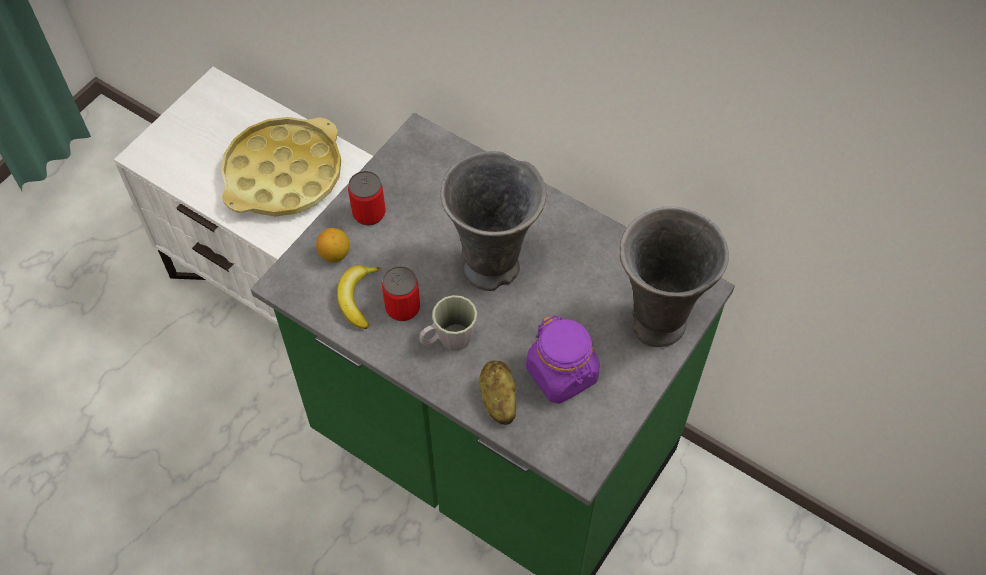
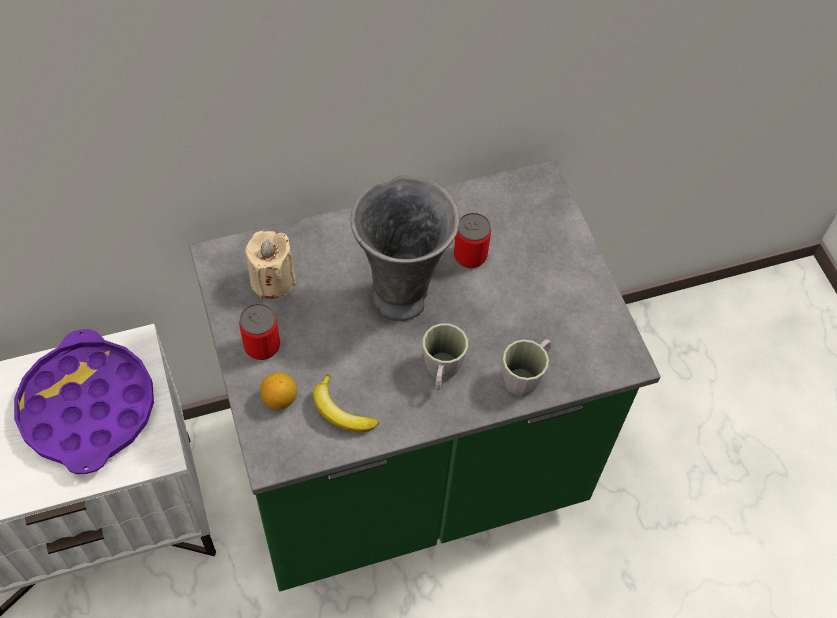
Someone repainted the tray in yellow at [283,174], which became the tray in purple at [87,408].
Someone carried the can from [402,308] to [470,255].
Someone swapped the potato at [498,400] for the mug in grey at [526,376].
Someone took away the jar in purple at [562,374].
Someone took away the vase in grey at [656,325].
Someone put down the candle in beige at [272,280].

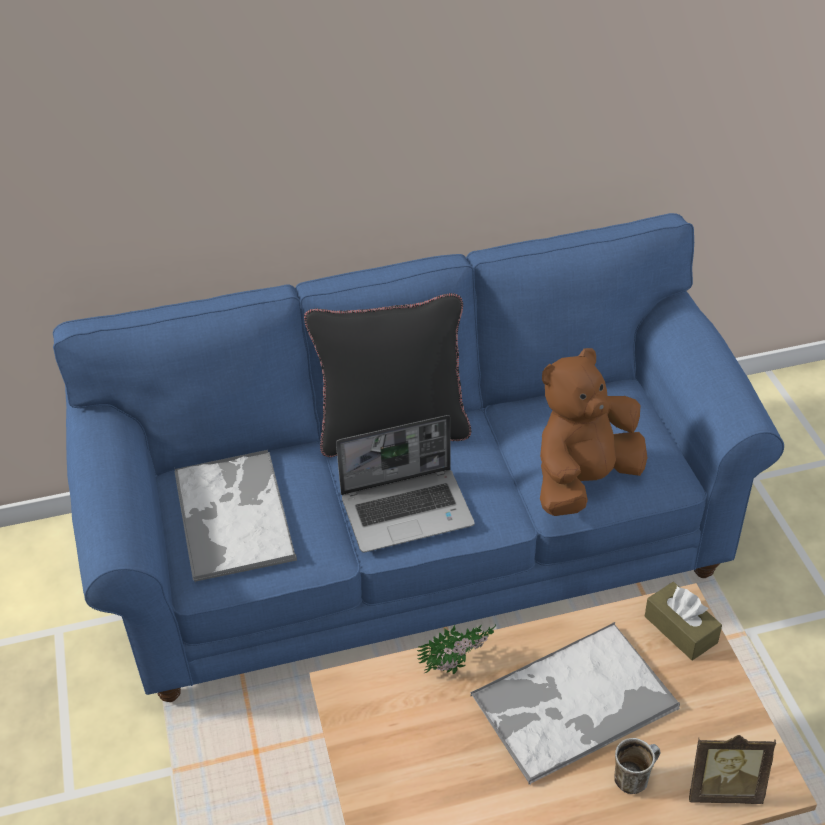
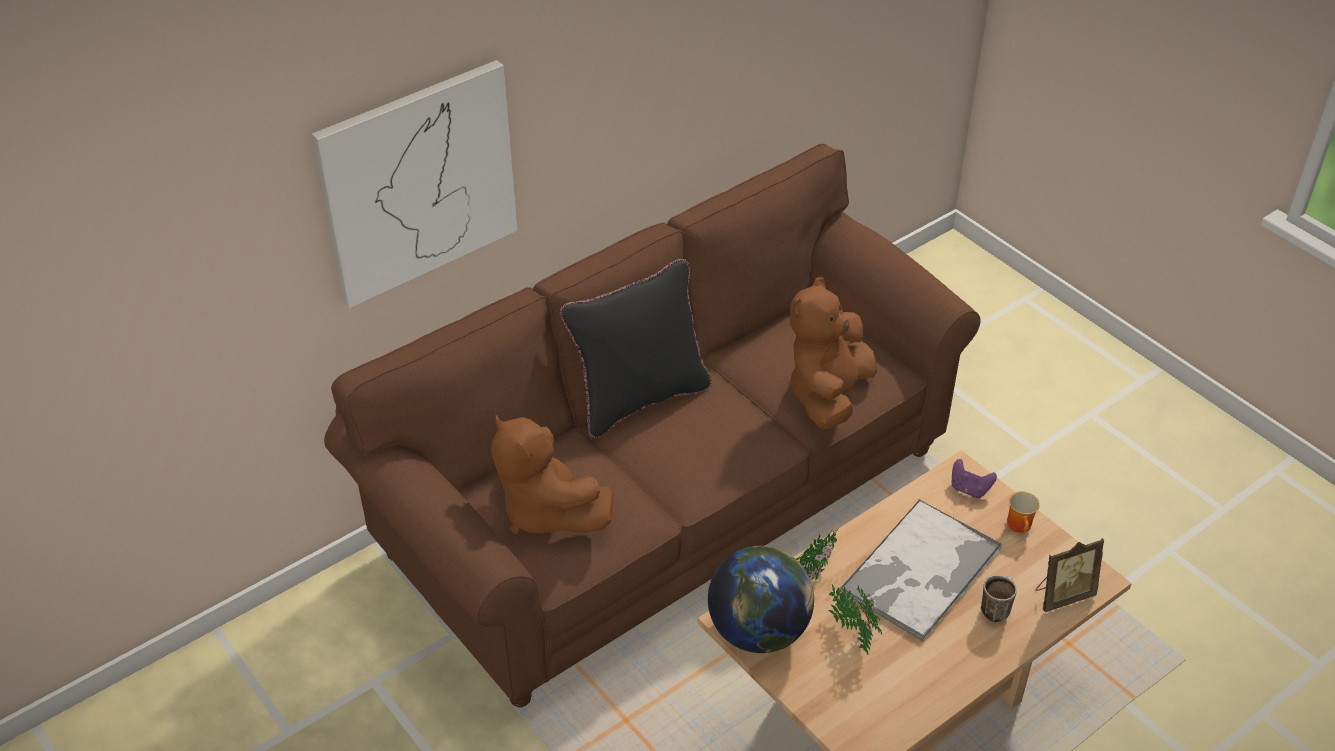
Someone repainted the sofa in blue at [418,547], which became the sofa in brown at [667,504].
Someone swapped the tray at [233,514] for the plush toy in brown at [545,511].
Someone took away the laptop at [408,510].
Someone swapped the tissue box in brown at [680,629] for the game controller in purple at [969,489].
Someone put up the picture at [418,182].
Someone put down the globe at [759,631].
Someone put down the potted plant at [852,632].
Someone put down the mug at [1021,526].

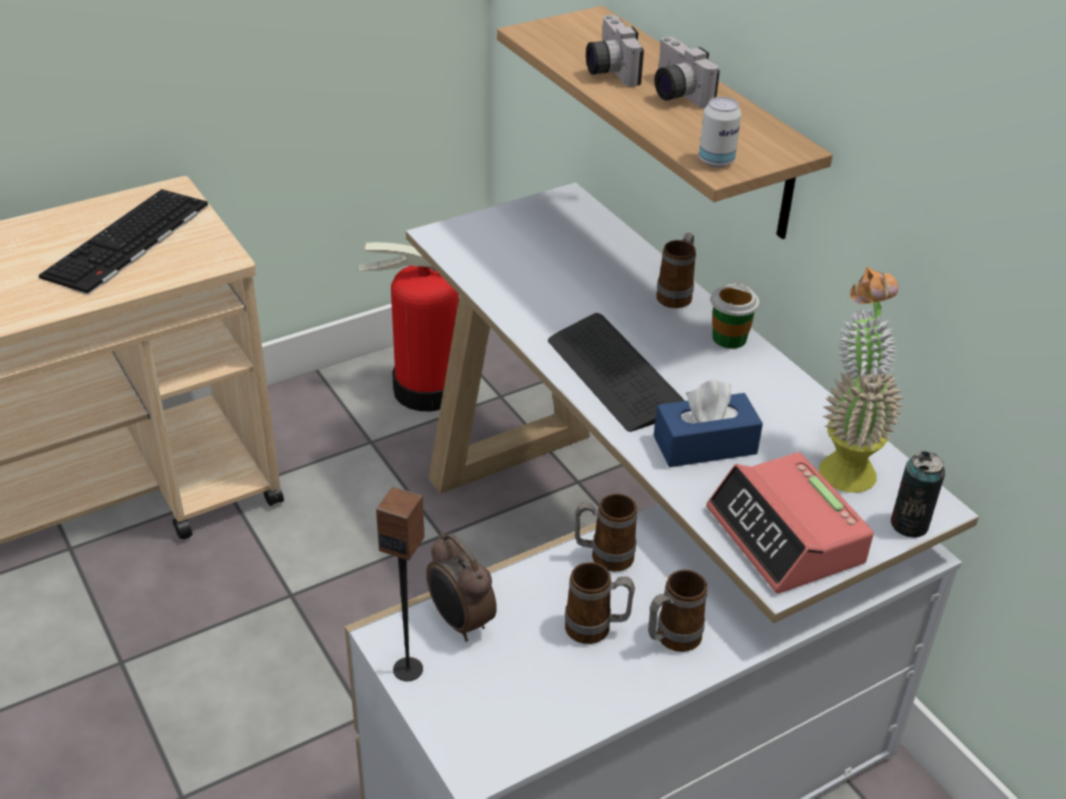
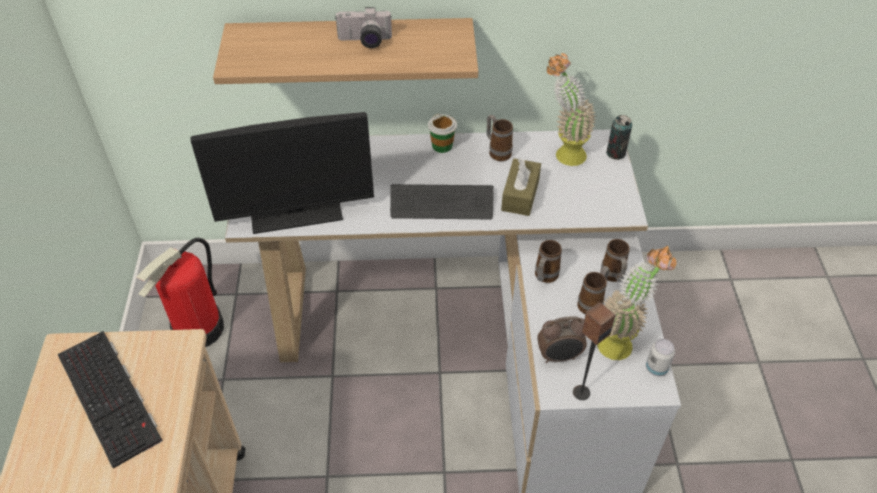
Someone took away the photo camera at [607,70].
Someone repainted the tissue box in blue at [705,445], which became the tissue box in brown at [520,195].
Someone carried the mug from [677,295] to [497,151].
Someone carried the can from [716,161] to [656,368].
Someone took away the alarm clock at [786,536].
Someone put down the monitor at [296,212].
Someone put down the potted plant at [622,341].

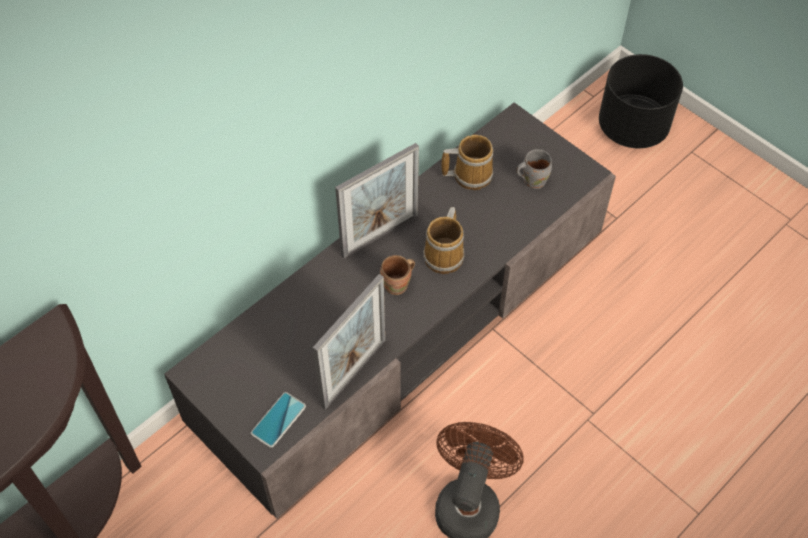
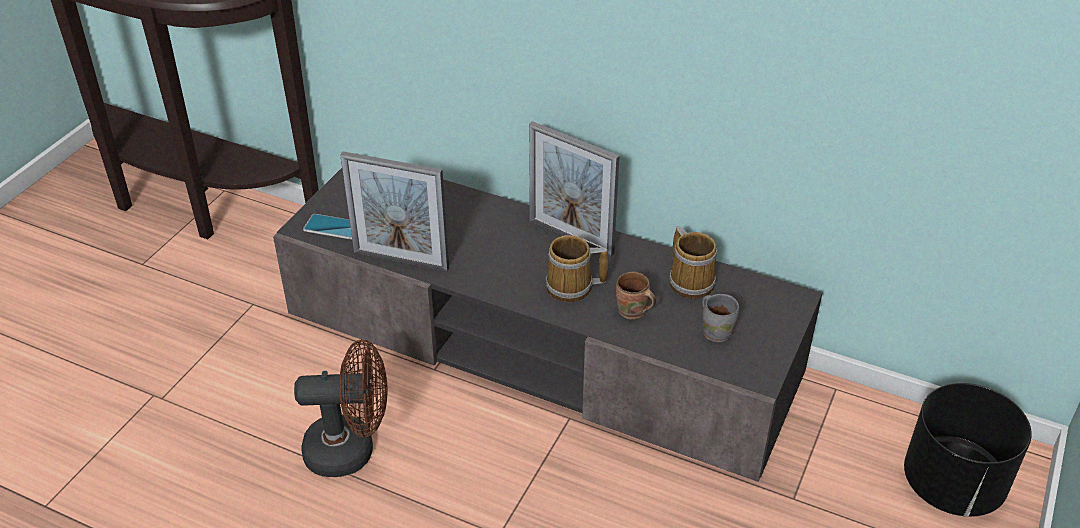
Someone carried the mug in brown from [398,285] to [632,313].

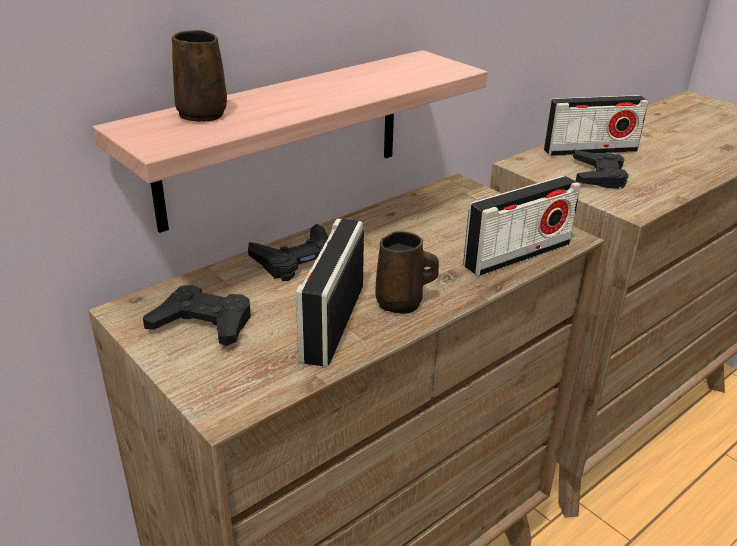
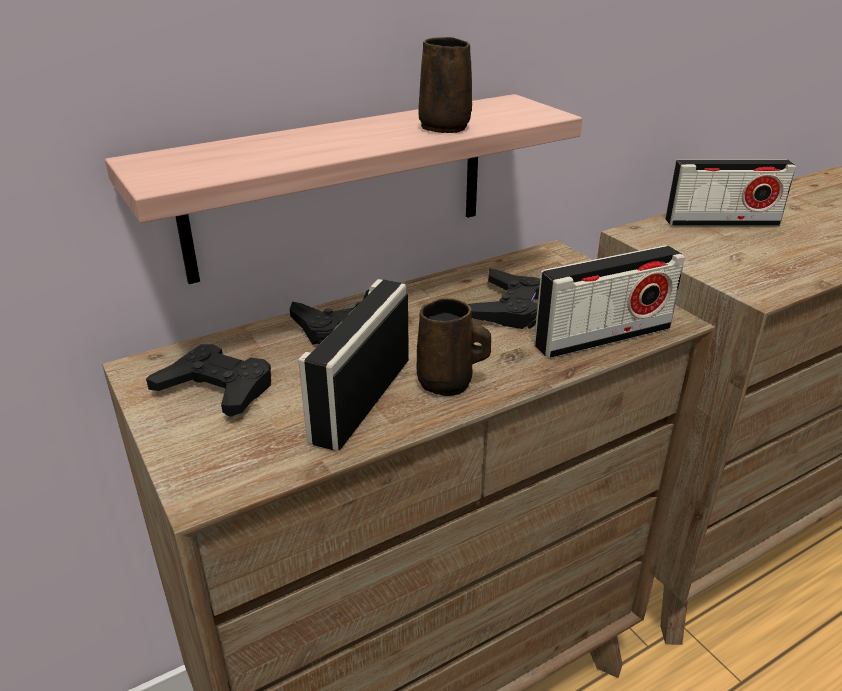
Someone carried the mug in brown from [201,113] to [443,126].
Someone carried the game controller in black from [598,176] to [509,307].

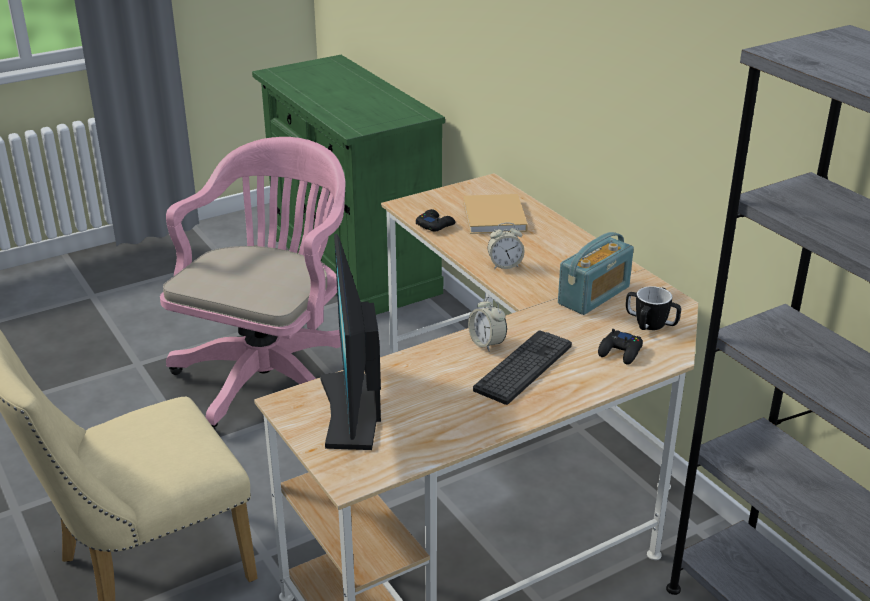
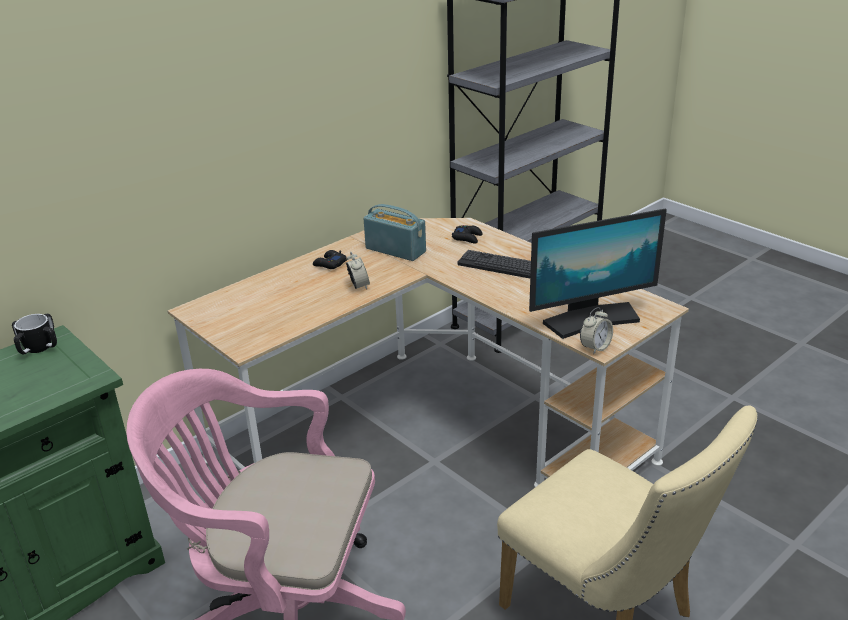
Someone carried the game controller in black from [435,225] to [329,264].
Someone took away the book in beige at [494,218].
Someone carried the alarm clock from [487,343] to [595,347].
Someone carried the mug from [651,324] to [39,347].

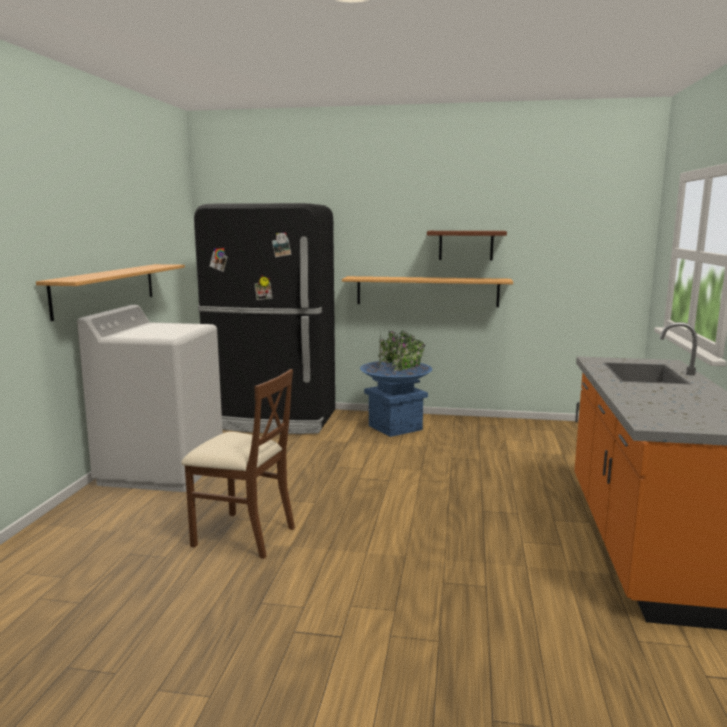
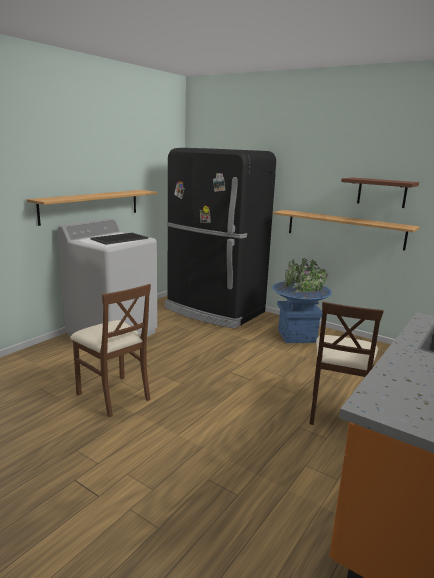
Someone put down the tray at [119,239].
Someone put down the chair in beige at [337,412].

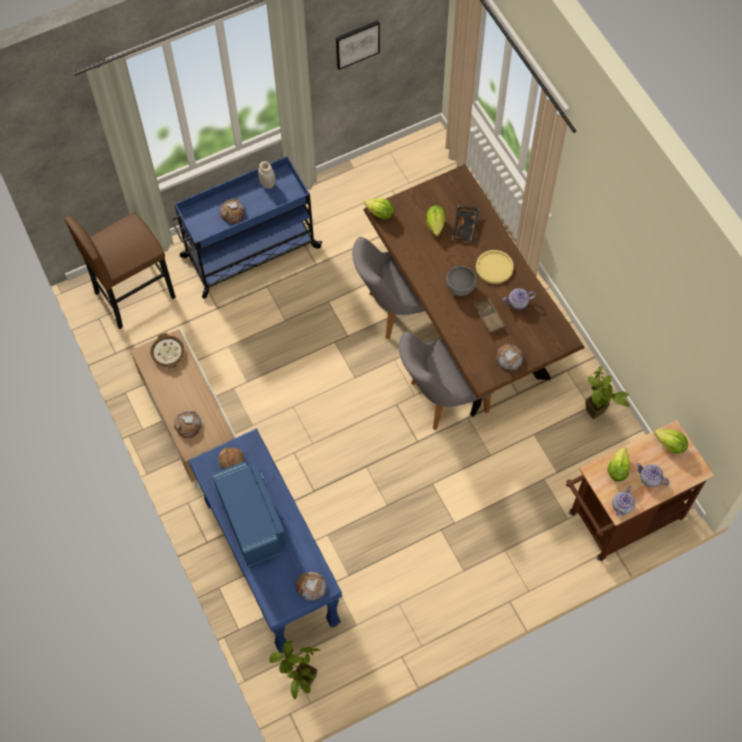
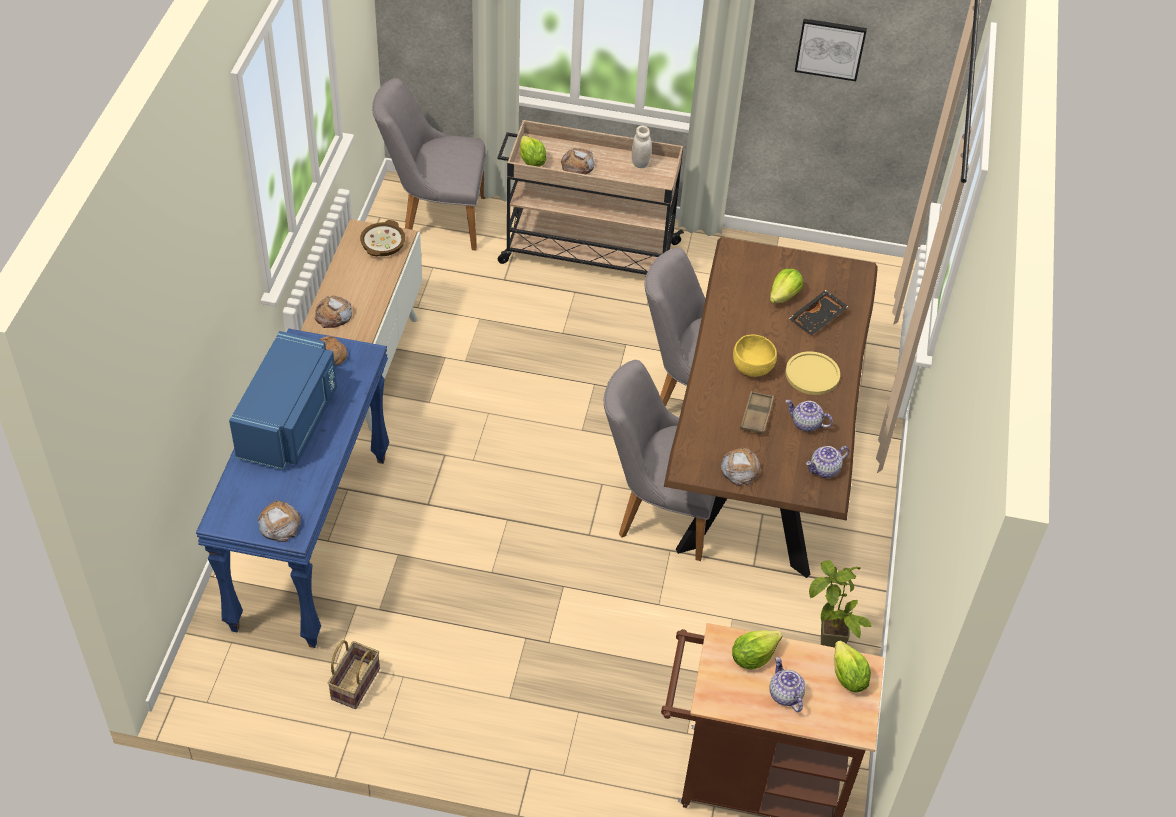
Someone swapped the stool in brown at [134,294] for the chair in grey at [435,218].
Someone repainted the cart in blue at [249,252], which became the cart in beige at [587,252].
Someone took away the potted plant at [300,684].
Someone carried the lettuce from [380,214] to [531,161].
Someone repainted the bowl in grey at [460,288], which became the bowl in yellow at [751,369].
Someone carried the teapot from [622,506] to [824,470].
Someone put down the basket at [355,682].

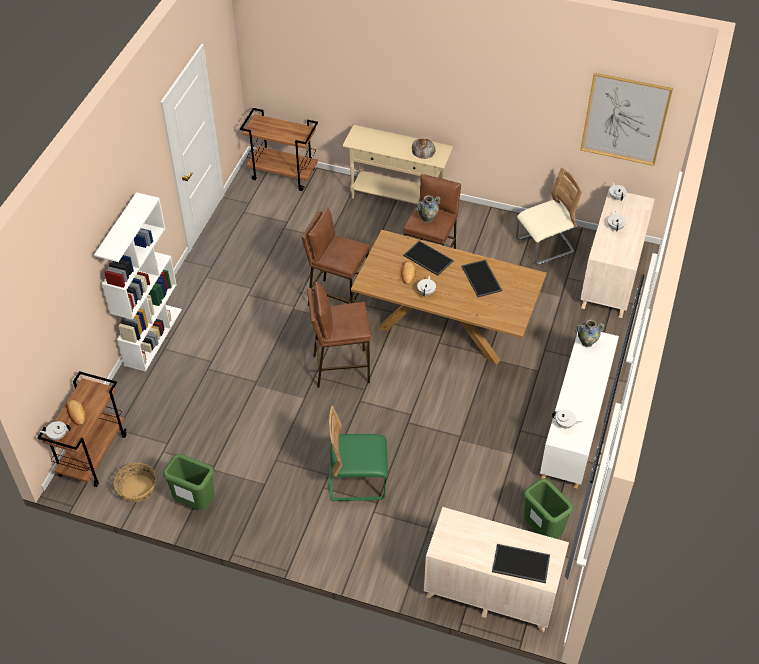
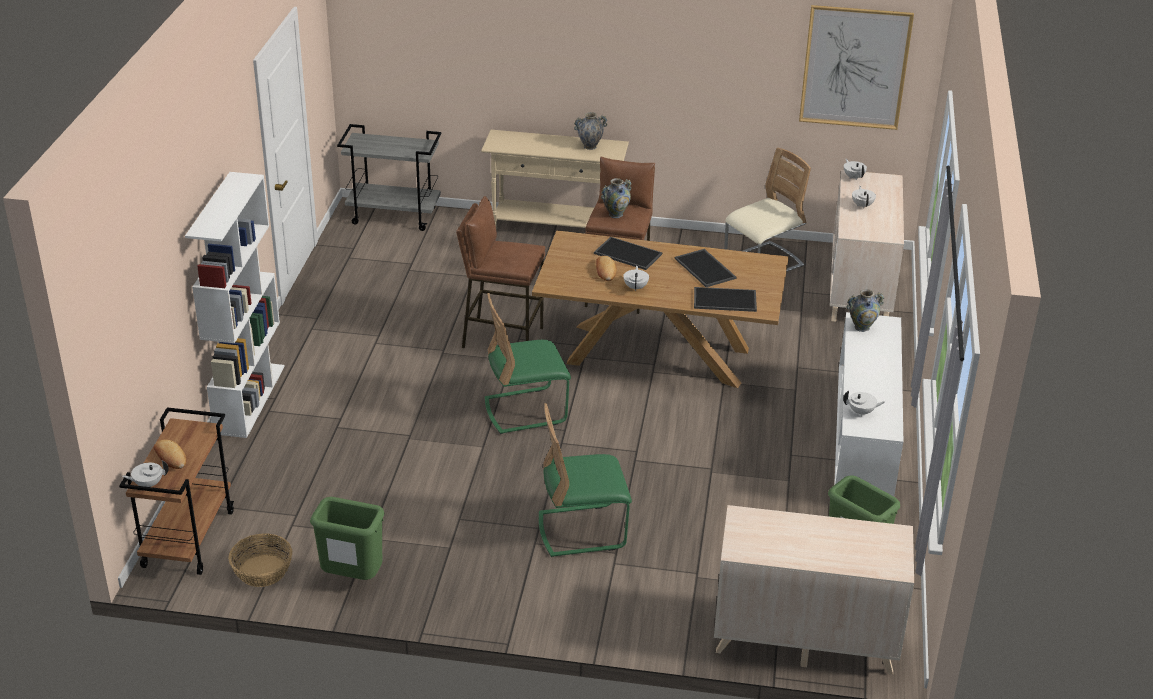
Someone repainted the cart in brown at [284,174], which became the cart in grey at [395,216].
Someone swapped the stool in brown at [341,368] for the chair in green at [525,410].
Someone swapped the bread at [423,149] for the vase at [590,146].
Someone carried the tray from [520,564] to [724,300].

